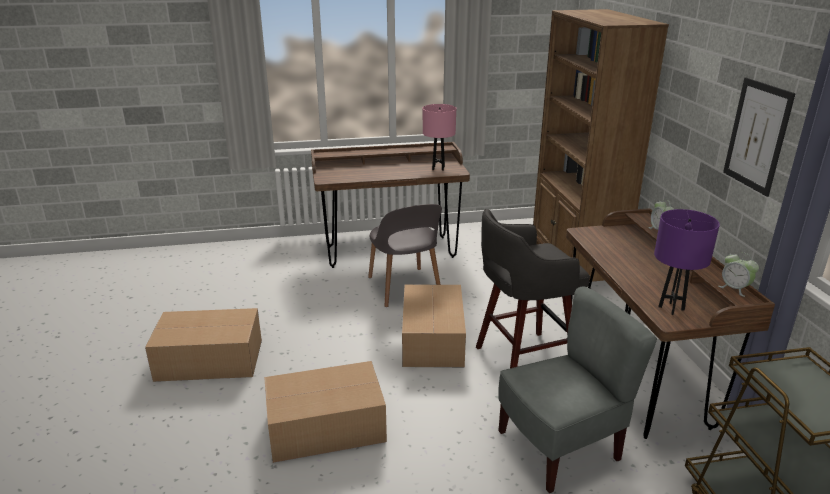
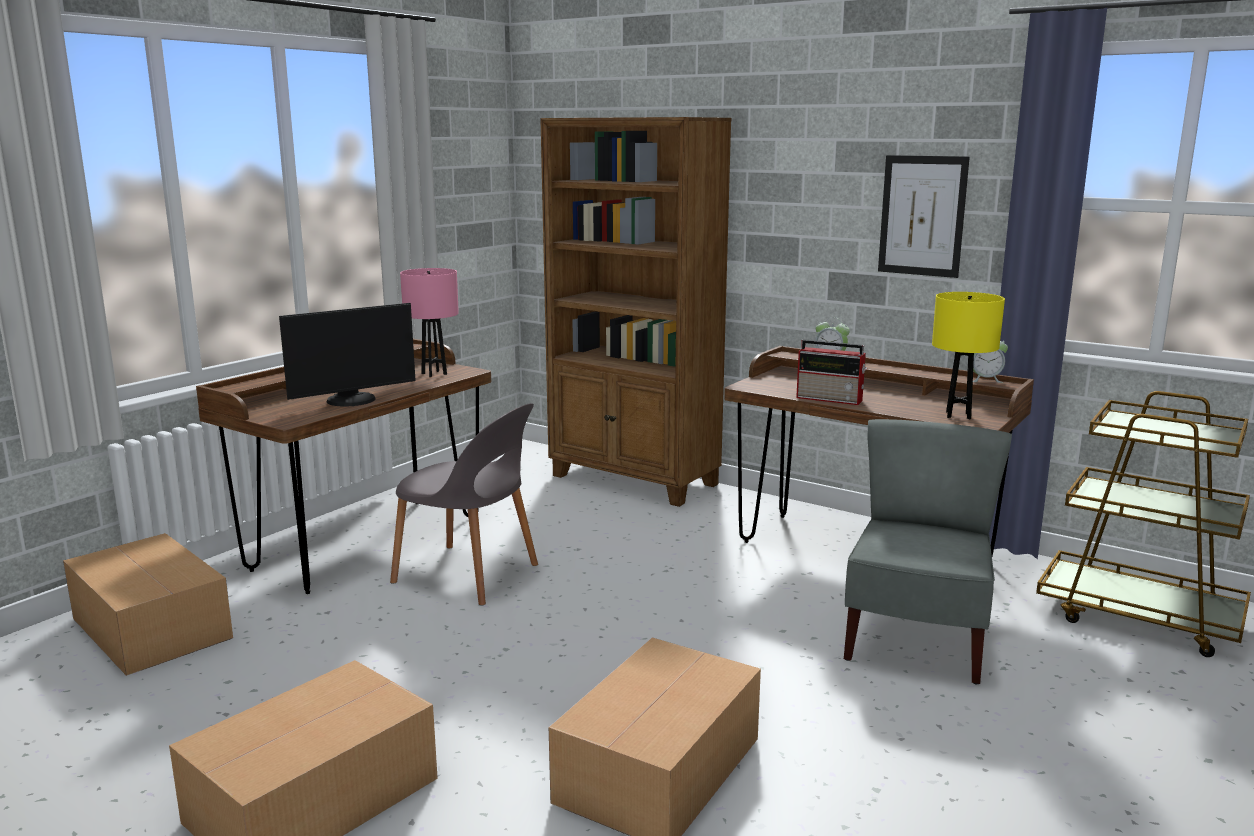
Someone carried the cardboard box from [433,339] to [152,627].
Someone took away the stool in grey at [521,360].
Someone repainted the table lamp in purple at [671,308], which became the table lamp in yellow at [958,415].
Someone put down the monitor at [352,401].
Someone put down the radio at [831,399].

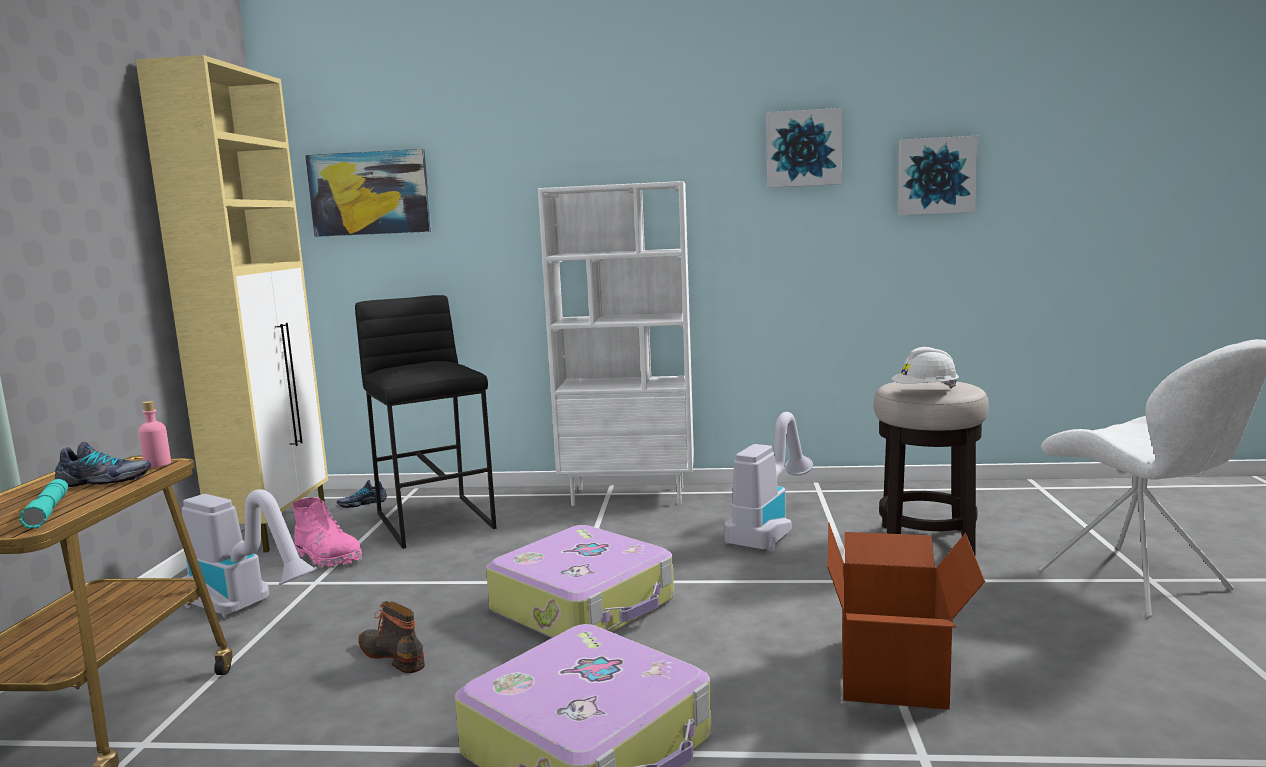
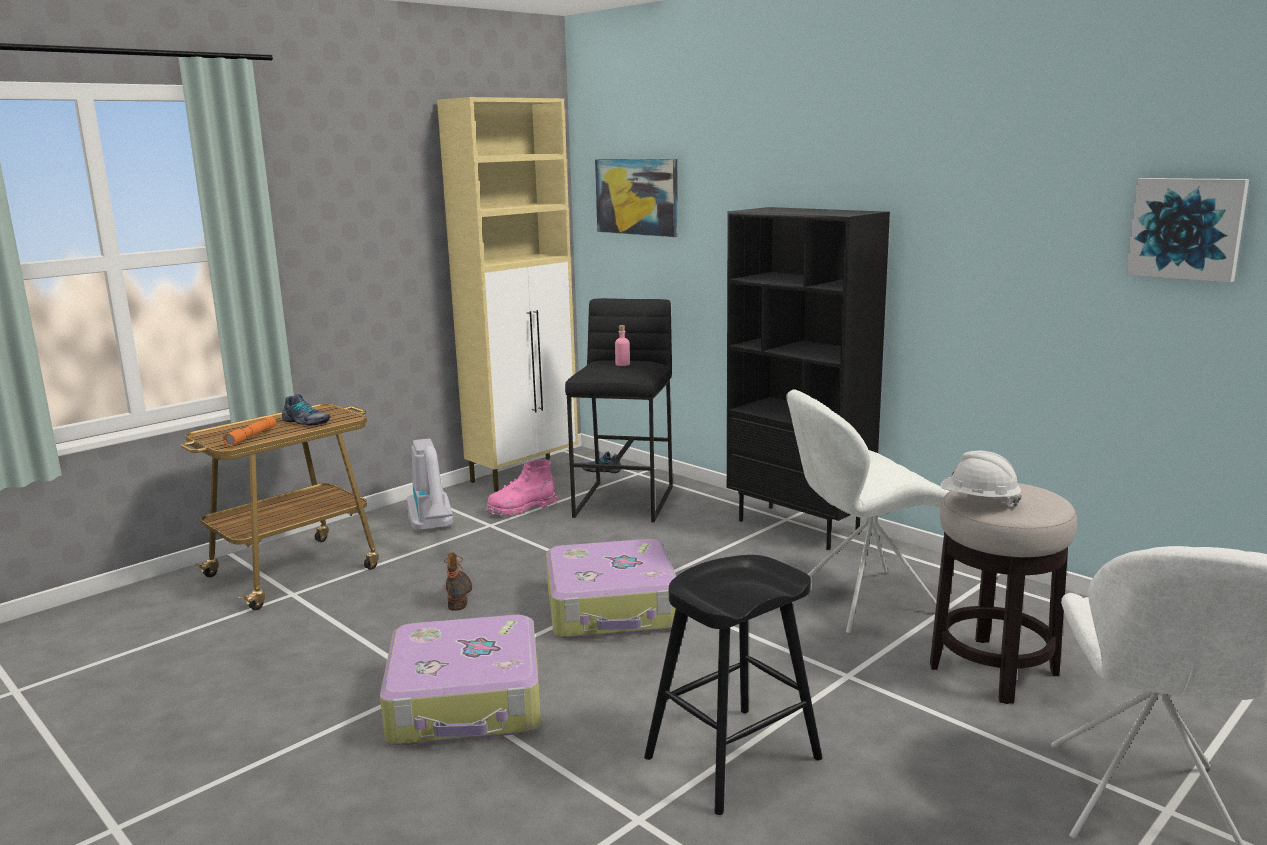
Someone repainted the flashlight in turquoise at [48,511], which became the flashlight in orange at [251,436].
Someone carried the bottle in pink from [157,464] to [622,364].
Someone rotated the boot in pink at [328,558] by 75 degrees clockwise.
Someone repainted the bookcase in white at [629,495], which became the bookcase in black at [800,527].
Someone swapped the vacuum cleaner at [769,530] for the chair in white at [862,602].
Someone took away the picture at [803,148].
Someone swapped the cardboard box at [894,673] for the stool in black at [732,758].

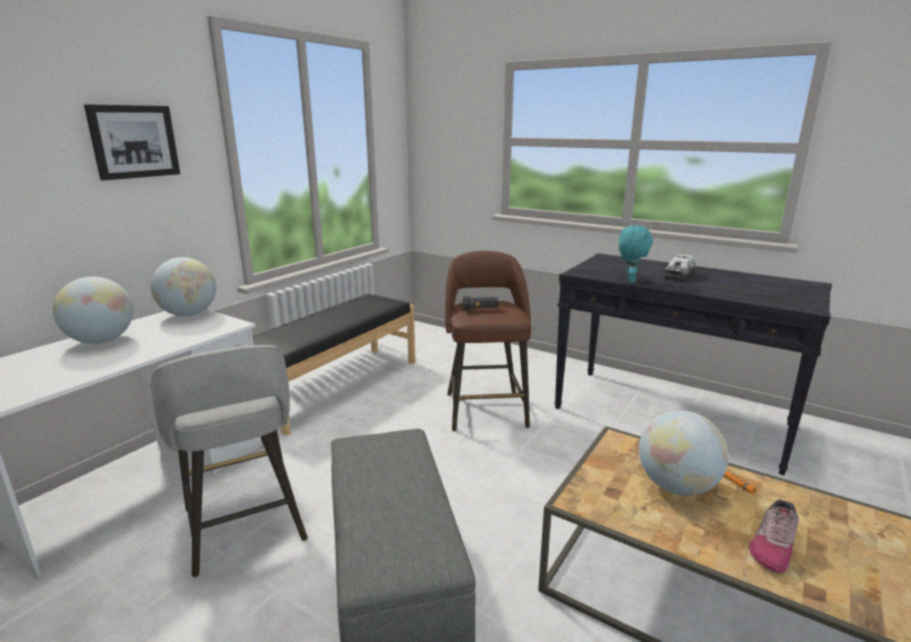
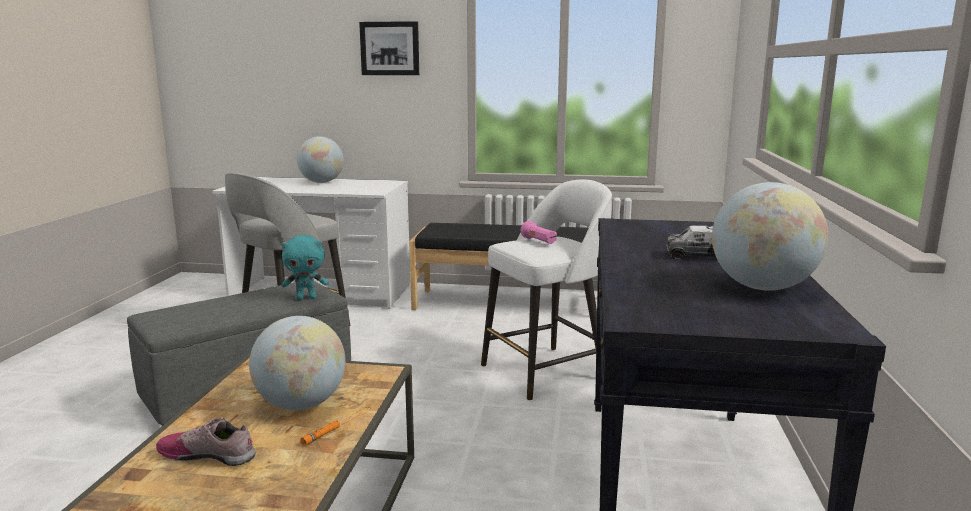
Someone carried the globe from [189,314] to [762,287].
Someone repainted the stool in brown at [485,408], which became the stool in white at [546,371].
Someone repainted the flashlight in black at [480,309], which became the flashlight in pink at [539,241].
Someone carried the plush toy in turquoise from [630,281] to [306,298].

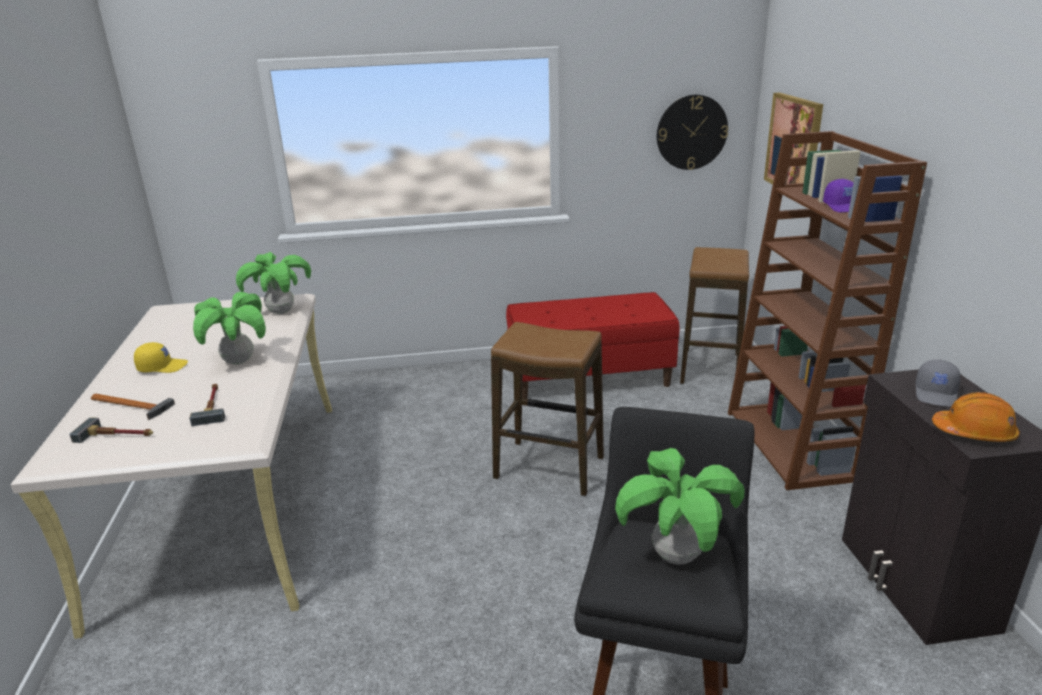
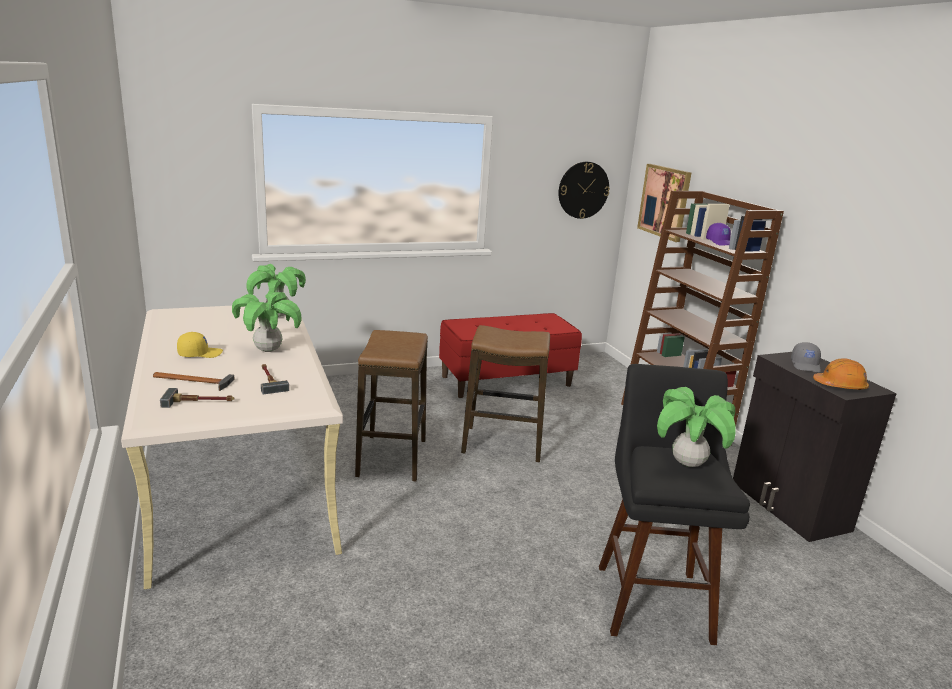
Someone carried the stool from [710,369] to [392,458].

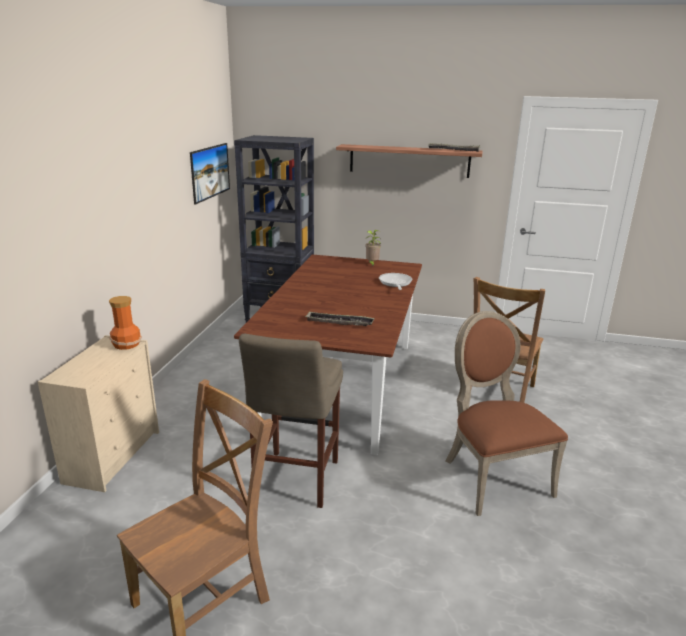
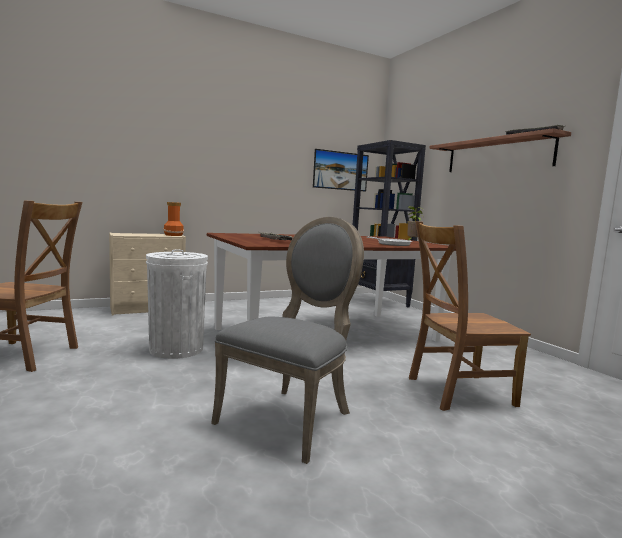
Someone swapped the stool in beige at [295,481] for the trash can in white at [176,349].
Someone repainted the chair in brown at [492,476], which became the chair in grey at [291,417].

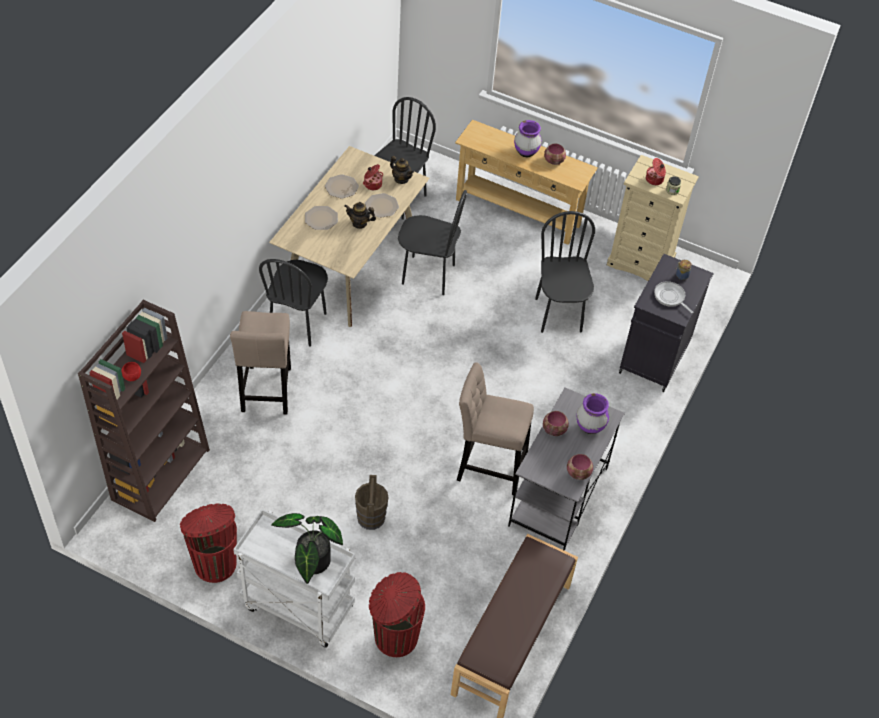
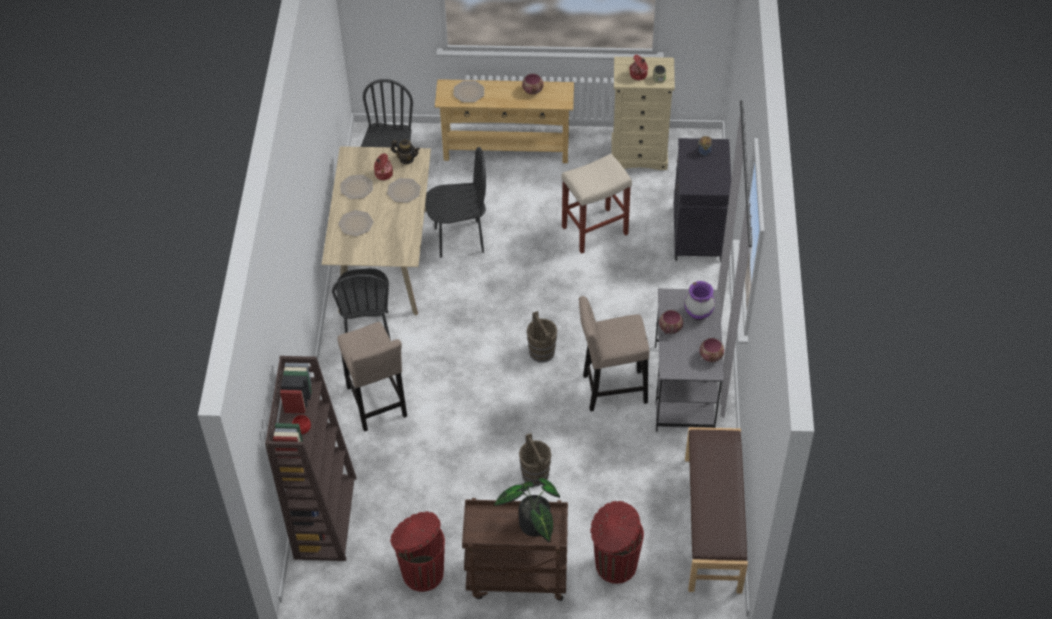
Someone repainted the cart in white at [296,607], which became the cart in brown at [516,578].
Someone took away the teapot at [359,223].
Someone took away the vase in purple at [526,152].
Someone swapped the chair in black at [559,315] for the stool in beige at [595,230].
Someone took away the frying pan at [670,297].
Someone put down the plate at [468,92].
Someone put down the bucket in brown at [542,352].

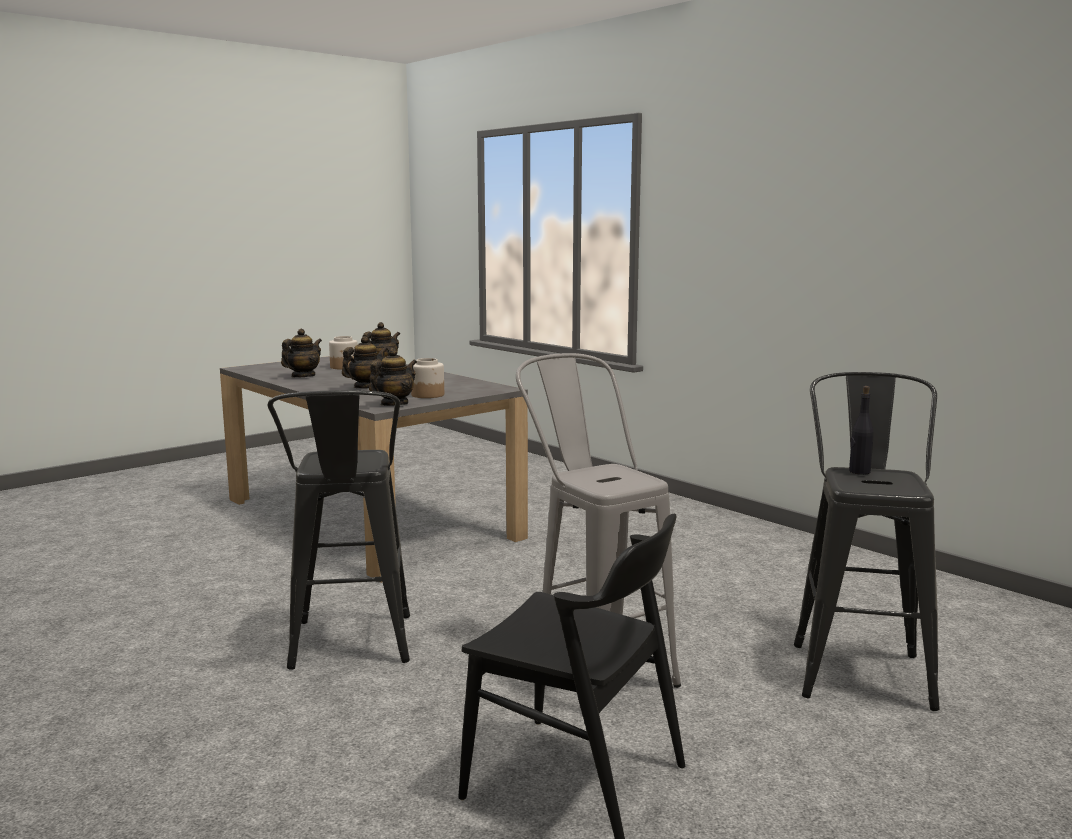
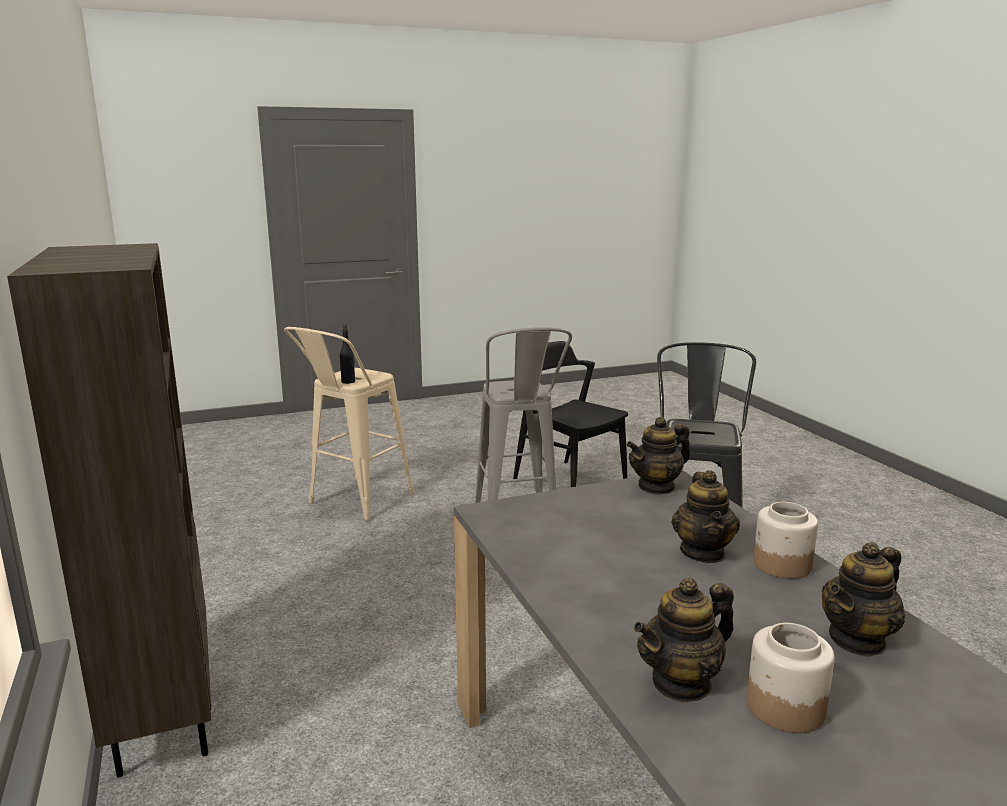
Someone rotated the teapot at [366,387] by 60 degrees counterclockwise.
Someone carried the jar from [428,395] to [781,565].
Someone repainted the stool in black at [859,667], which became the stool in beige at [354,503].
Someone put down the bookcase in brown at [162,711].

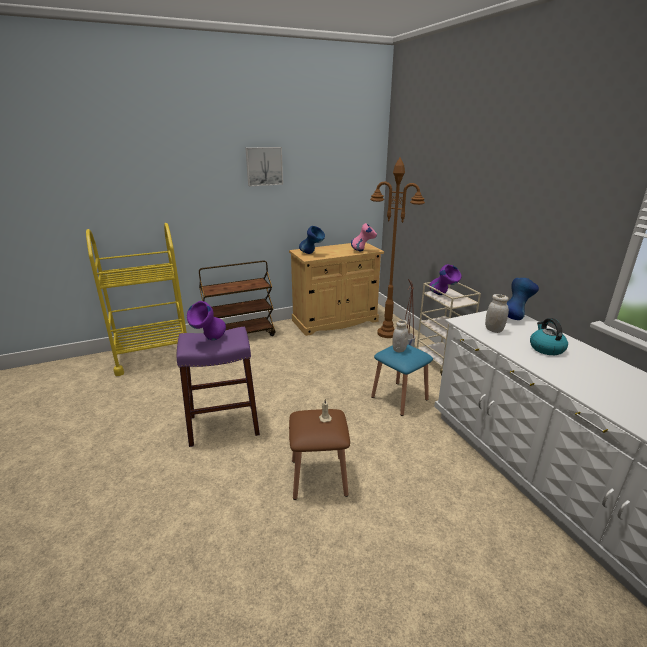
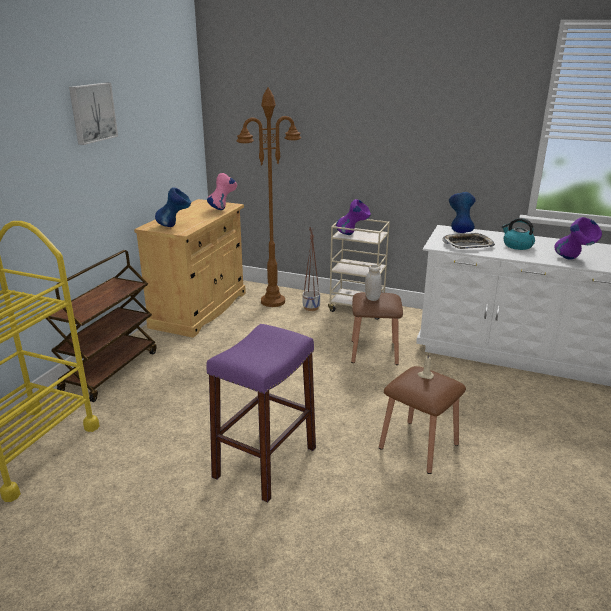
Someone carried the vase in purple from [209,341] to [573,260].
Someone repainted the stool in blue at [399,398], which became the stool in brown at [374,352].
Someone swapped the jar in white at [494,330] for the tray at [467,244].

